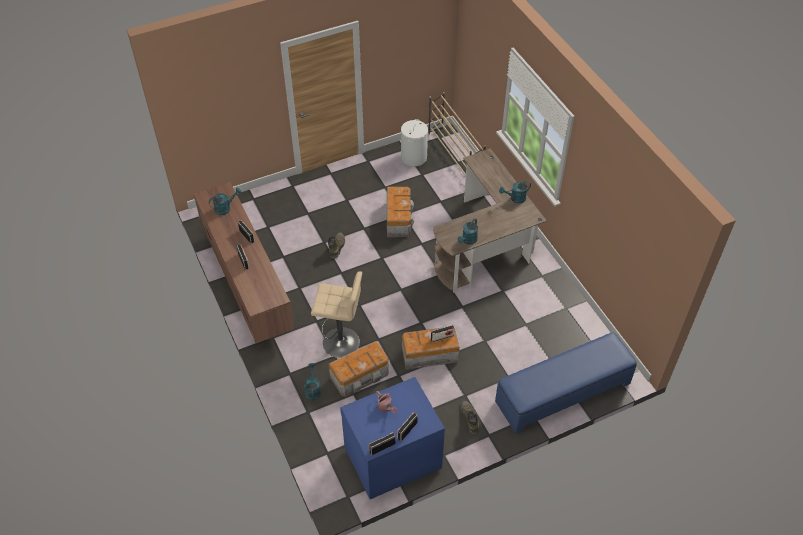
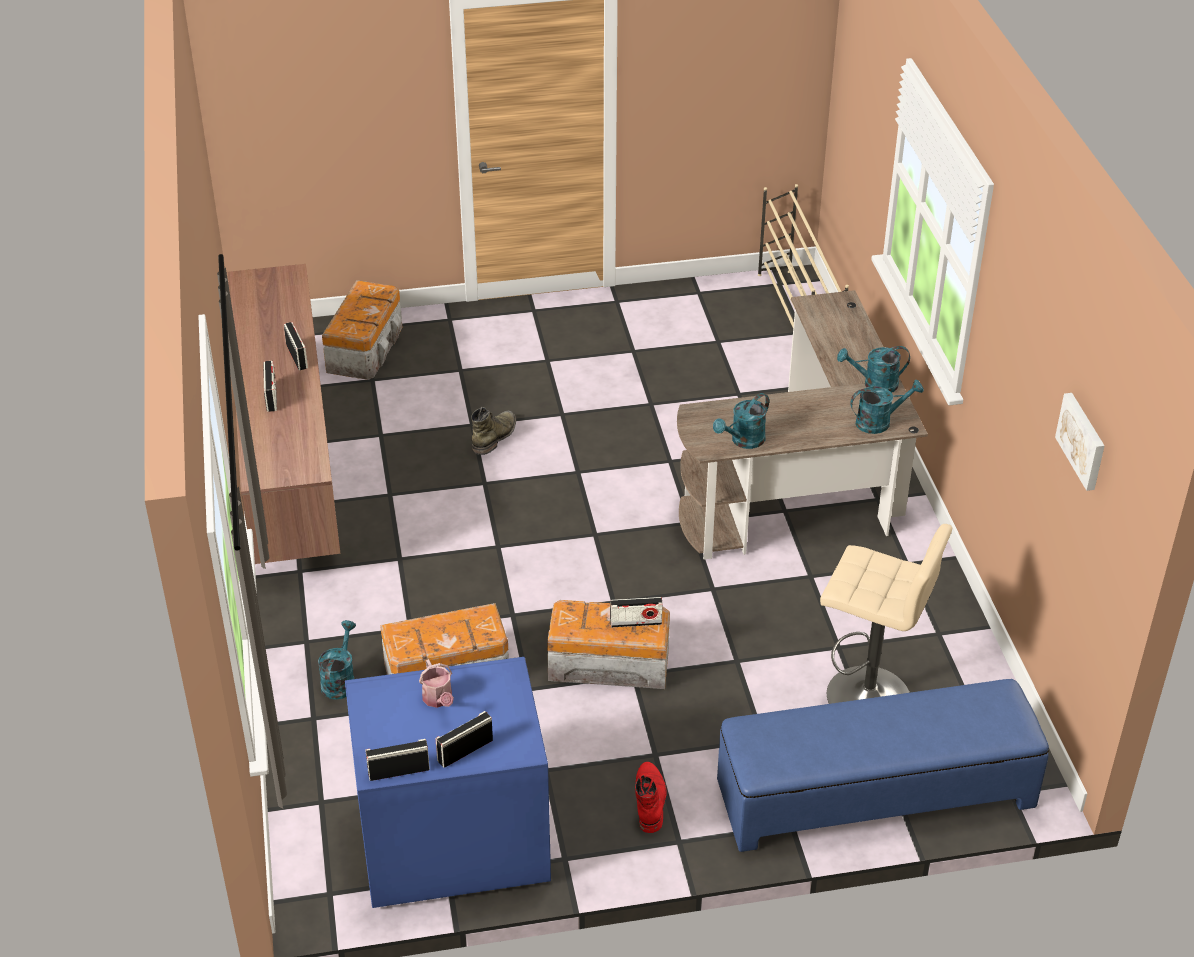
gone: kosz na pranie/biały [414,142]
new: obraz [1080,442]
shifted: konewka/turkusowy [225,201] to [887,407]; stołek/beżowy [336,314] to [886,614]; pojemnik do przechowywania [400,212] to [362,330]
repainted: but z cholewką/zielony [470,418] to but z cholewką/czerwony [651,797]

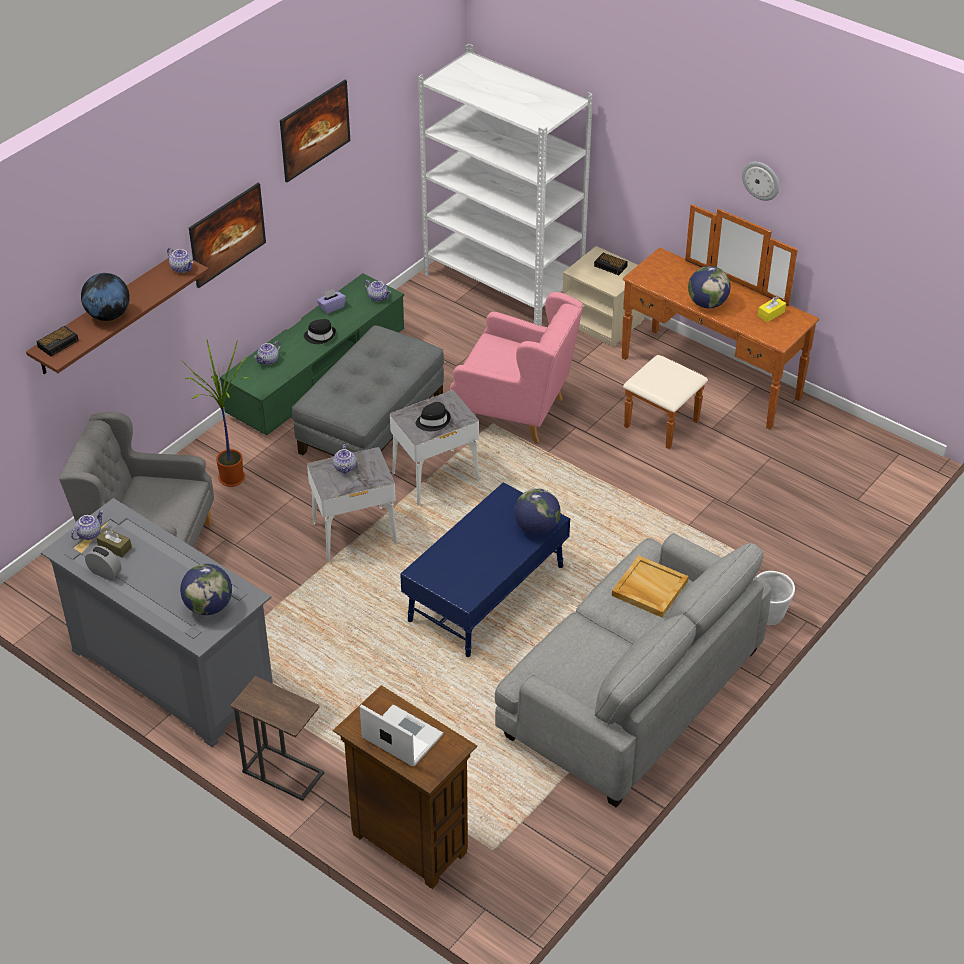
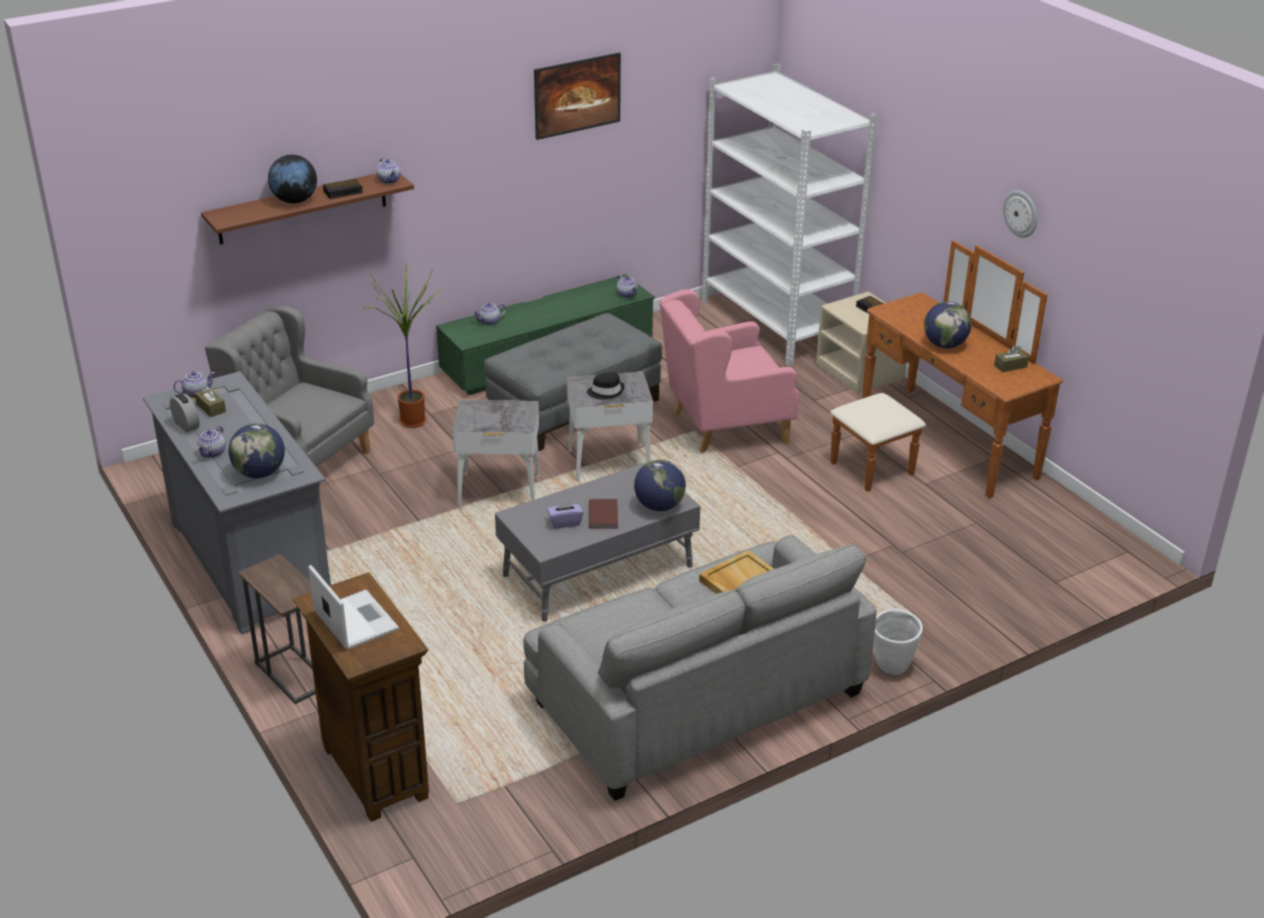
gone: obraz [227,235]; kapelusz/czarny [320,331]
new: książka/brązowy [603,514]
shifted: budzik [58,341] to [343,189]; pudełko chusteczek/fioletowy [331,301] to [565,514]; imbryk [344,459] to [211,441]
repainted: ława/niebieski [485,569] to ława/szary [598,541]; pudełko chusteczek/żółty [772,309] to pudełko chusteczek/brązowy [1011,358]
rotated: fotel/różowy [516,368] = [729,371] 120 degrees clockwise

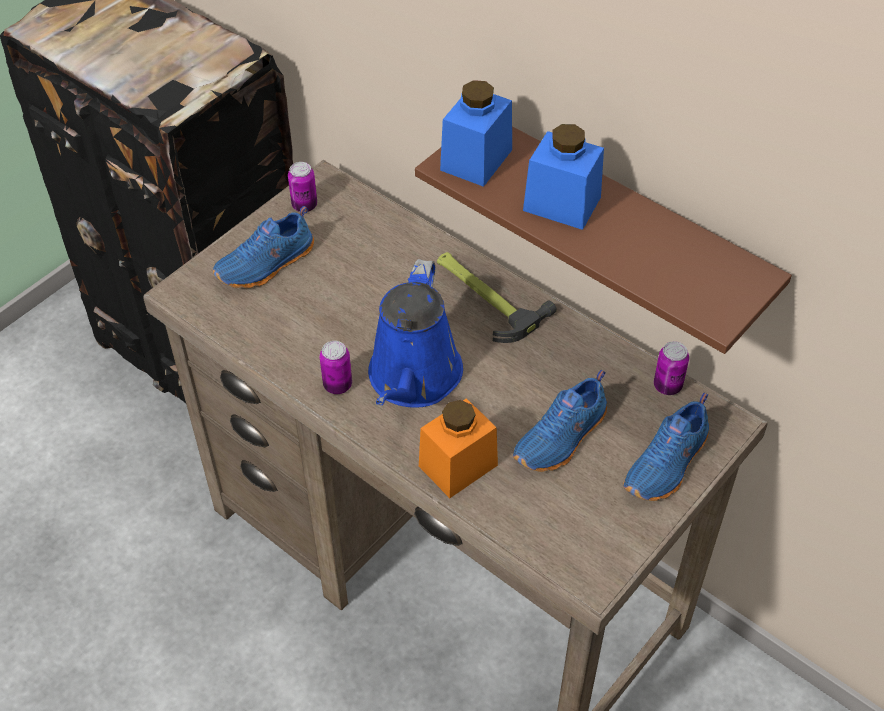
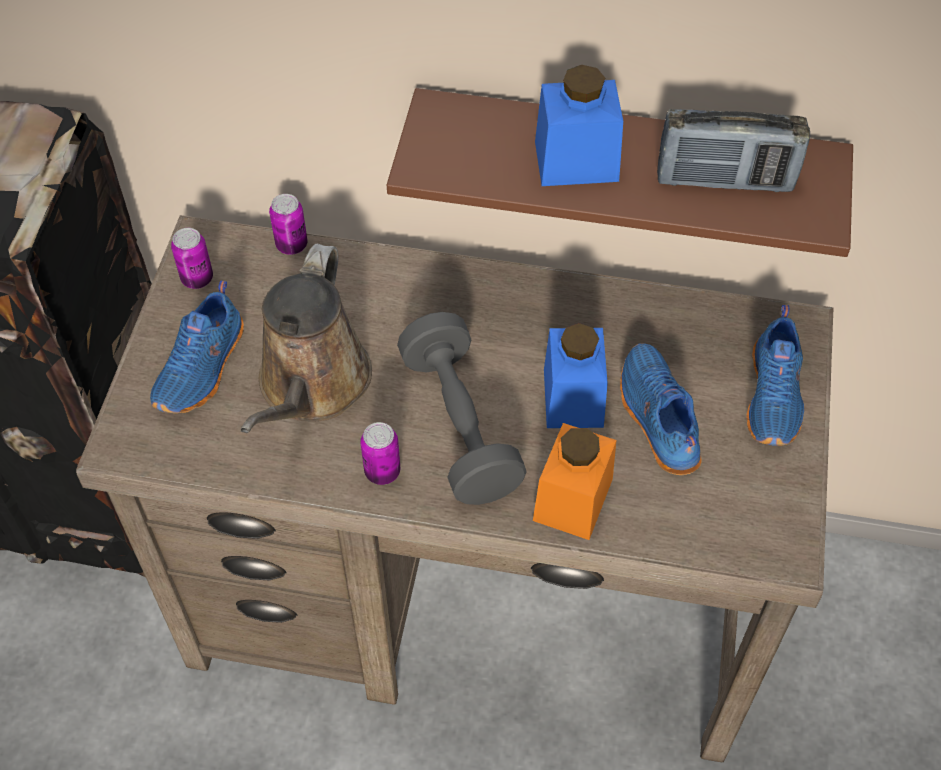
gone: młotek [497,297]
new: konewka/brązowy [306,338]; radio [733,150]
shifted: słoik/niebieski [476,133] to [576,375]; puszka [671,368] to [288,224]
swapped: konewka/niebieski [415,333] to hantel/szary [462,408]
rotated: but/niebieski [560,421] = [661,409] 150 degrees clockwise

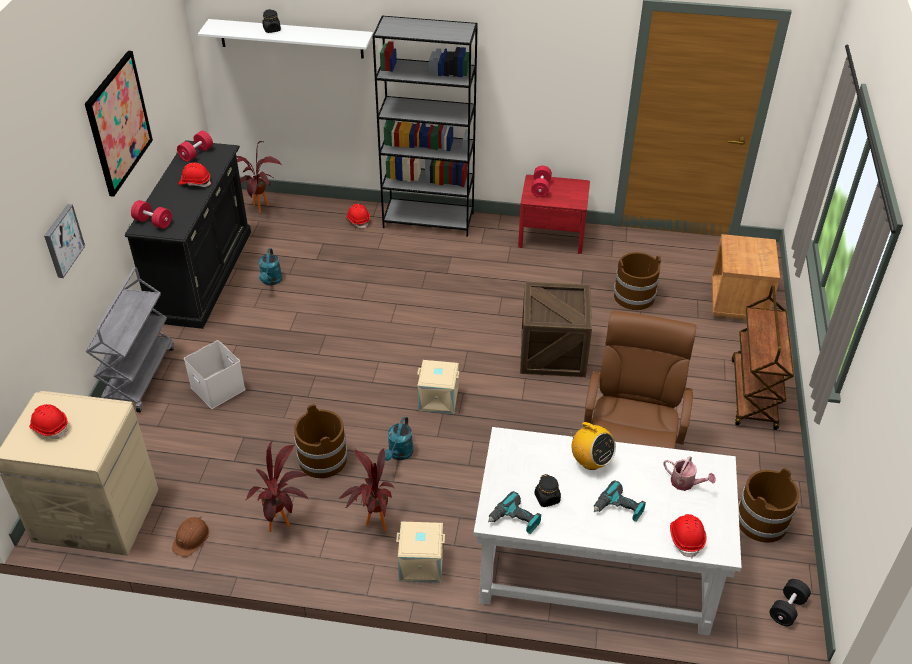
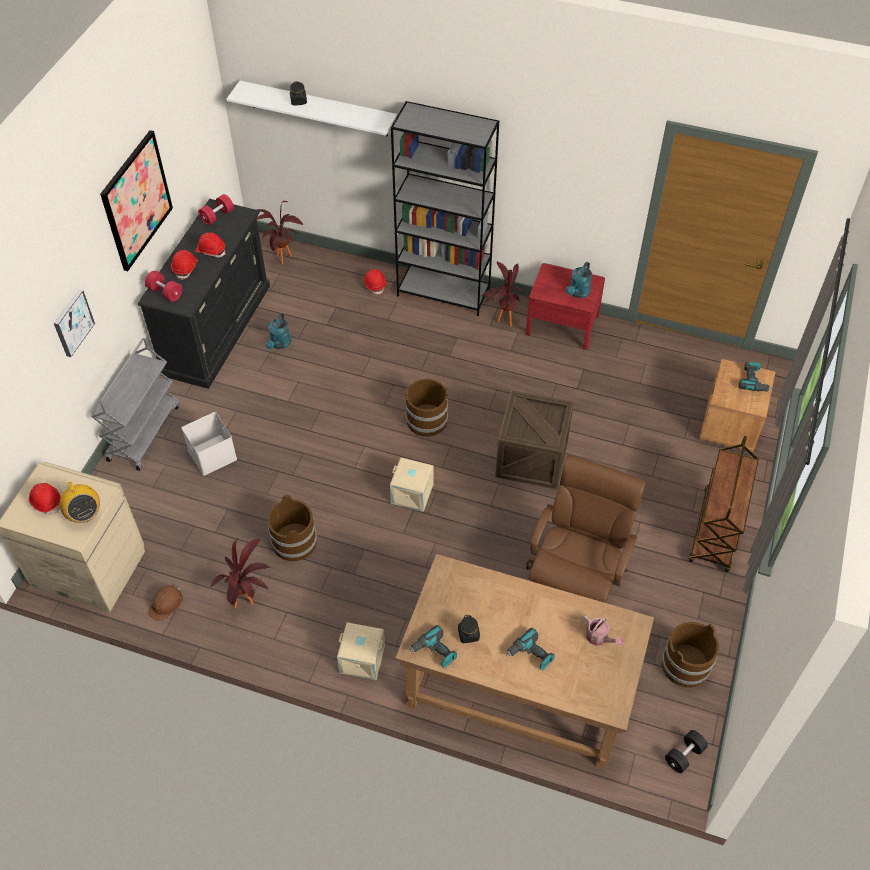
gone: hantel/czerwony [541,181]
new: wiertarka [755,377]
shifted: roślina doniczkowa [366,490] to [502,294]; konewka/turkusowy [398,439] to [579,280]; radio [593,446] to [79,502]; wiadro/brązowy [637,281] to [426,408]; kask/czerwony [688,536] to [184,265]
repainted: biurko/biały [607,531] to biurko/brązowy [524,661]

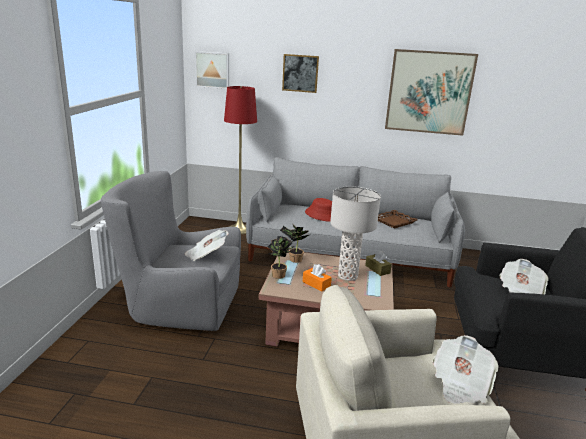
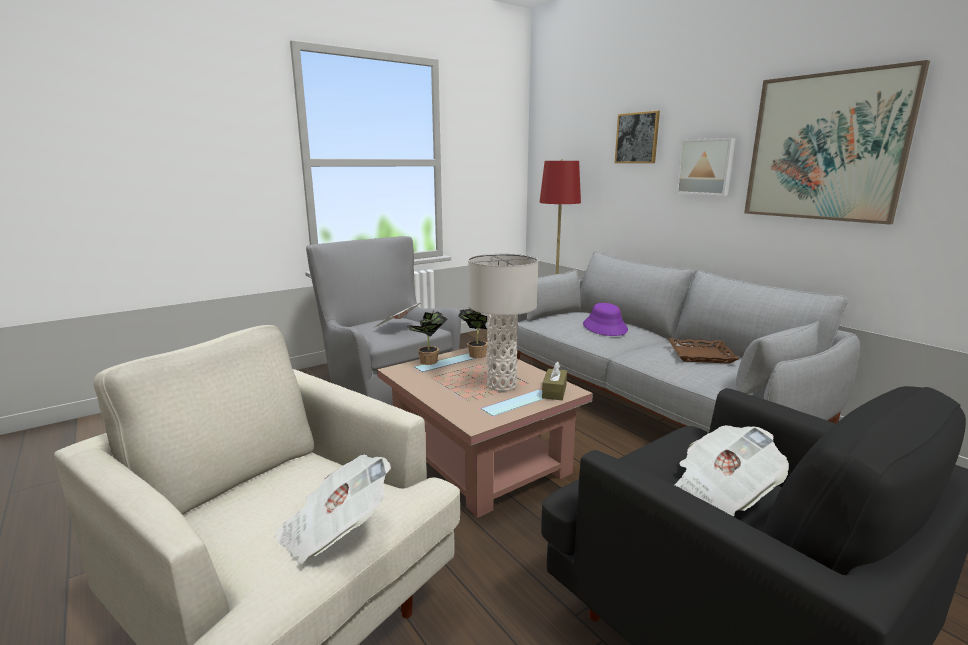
gone: pudełko chusteczek/pomarańczowy [317,278]
shifted: obraz [212,70] to [705,167]
repainted: kapelusz/czerwony [318,210] to kapelusz/fioletowy [605,319]

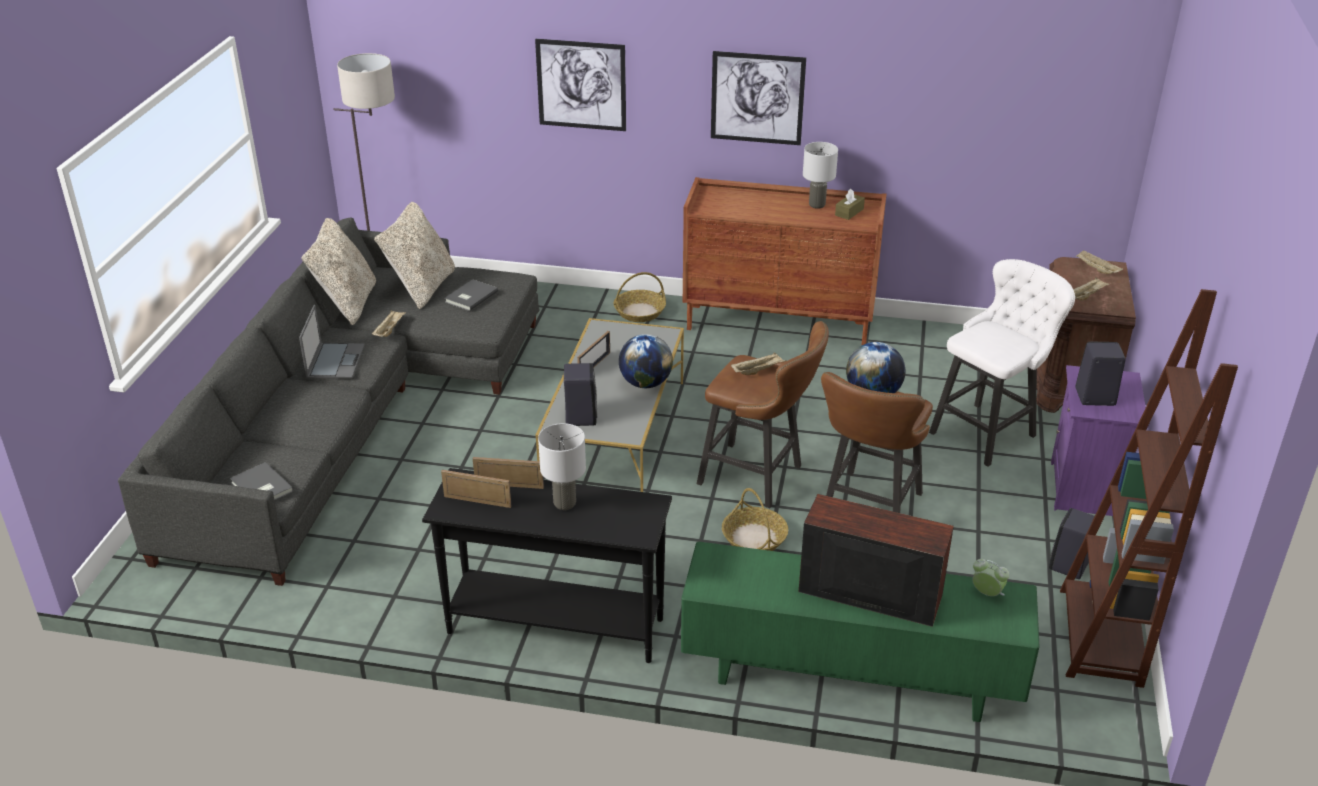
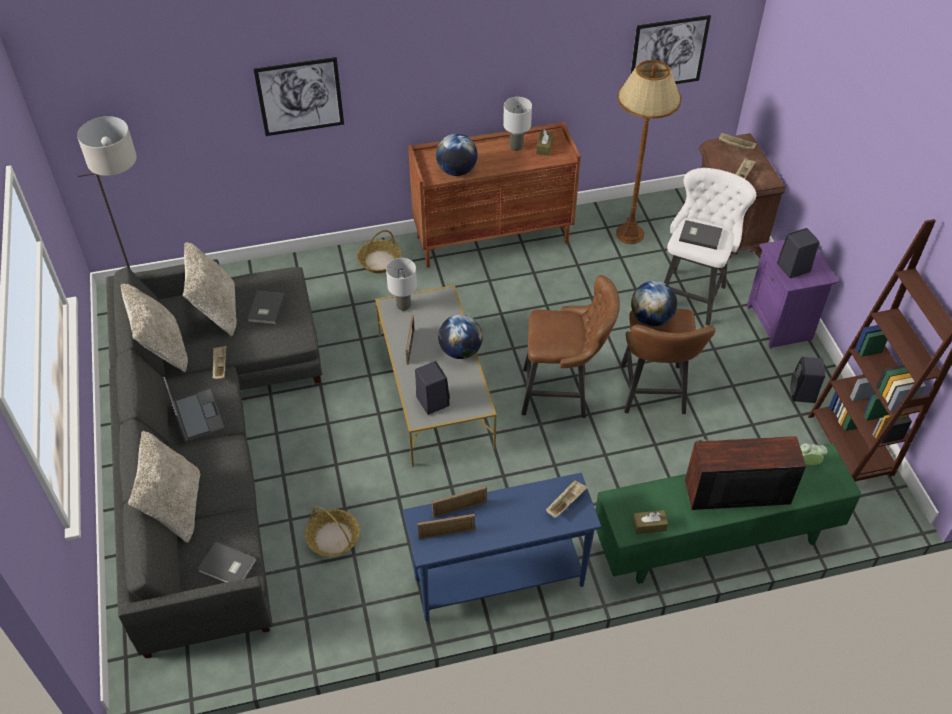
new: poduszka/beżowy [164,487]; globus [457,155]; lampa stojąca/brązowy [648,152]; pudełko chusteczek/brązowy [650,522]; książka/szary [701,235]
shifted: lampa stołowa/biały [562,466] to [401,284]; obraz [758,98] to [670,49]; koszyk [755,519] to [332,531]; taca/beżowy [758,363] to [567,499]
repainted: stolik konsolowy/czarny [547,565] to stolik konsolowy/niebieski [502,547]

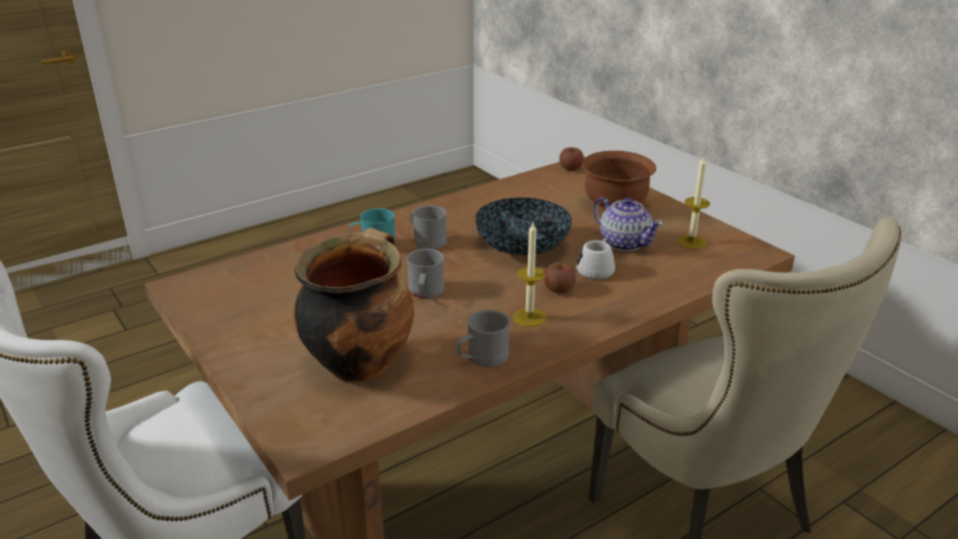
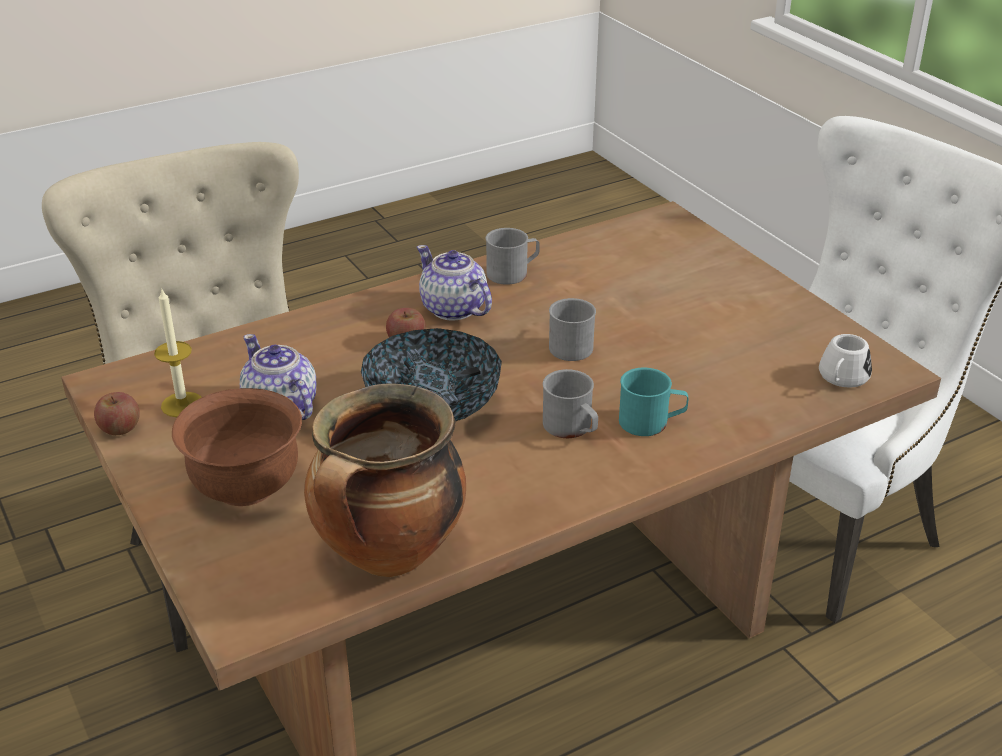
shifted: garnek [354,305] to [385,480]; jabłko [571,159] to [117,413]; kubek/biały [595,258] to [845,361]
swapped: świeca [529,275] to imbryk [454,283]

